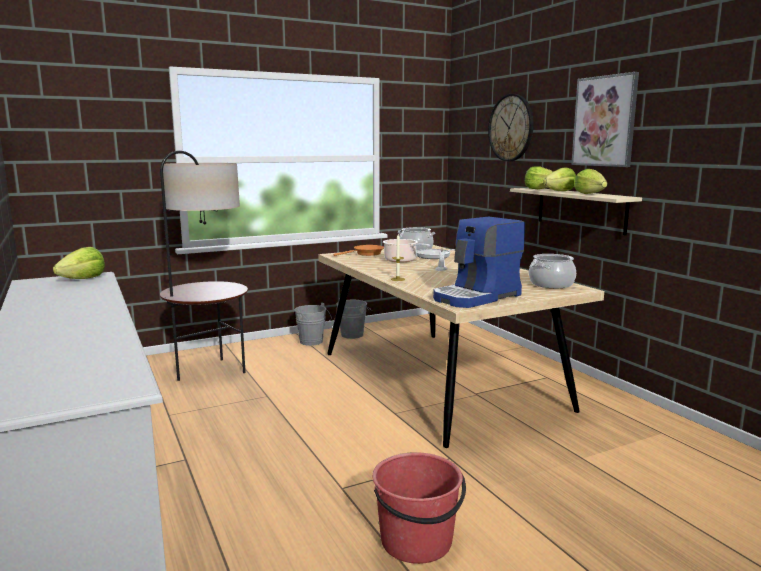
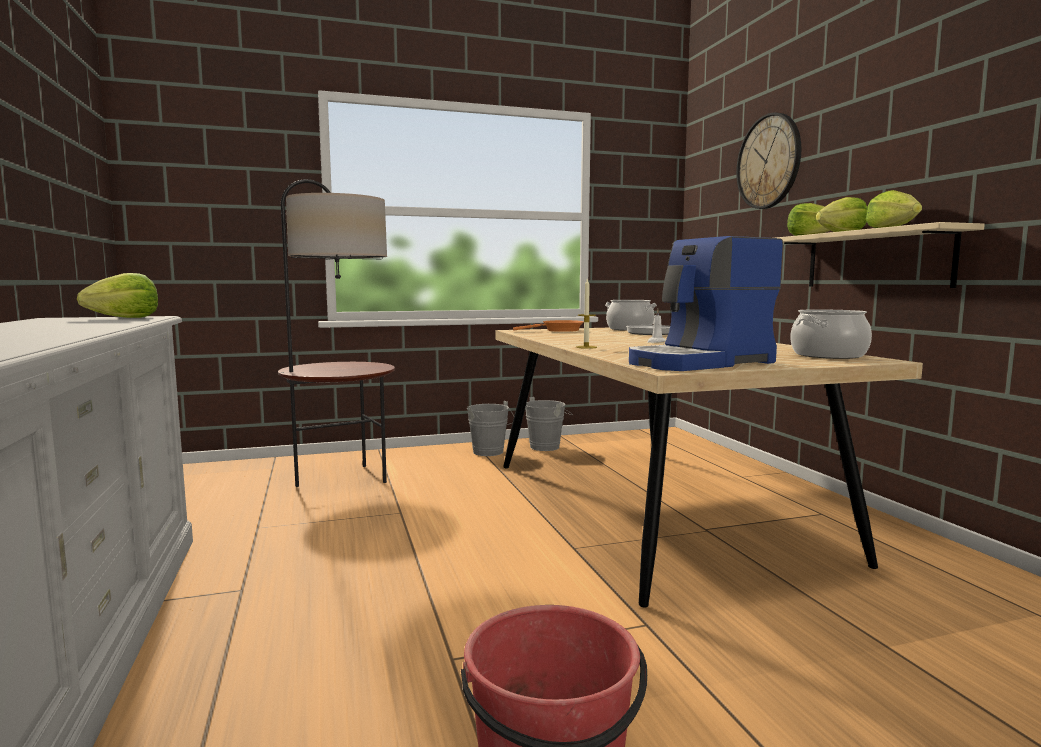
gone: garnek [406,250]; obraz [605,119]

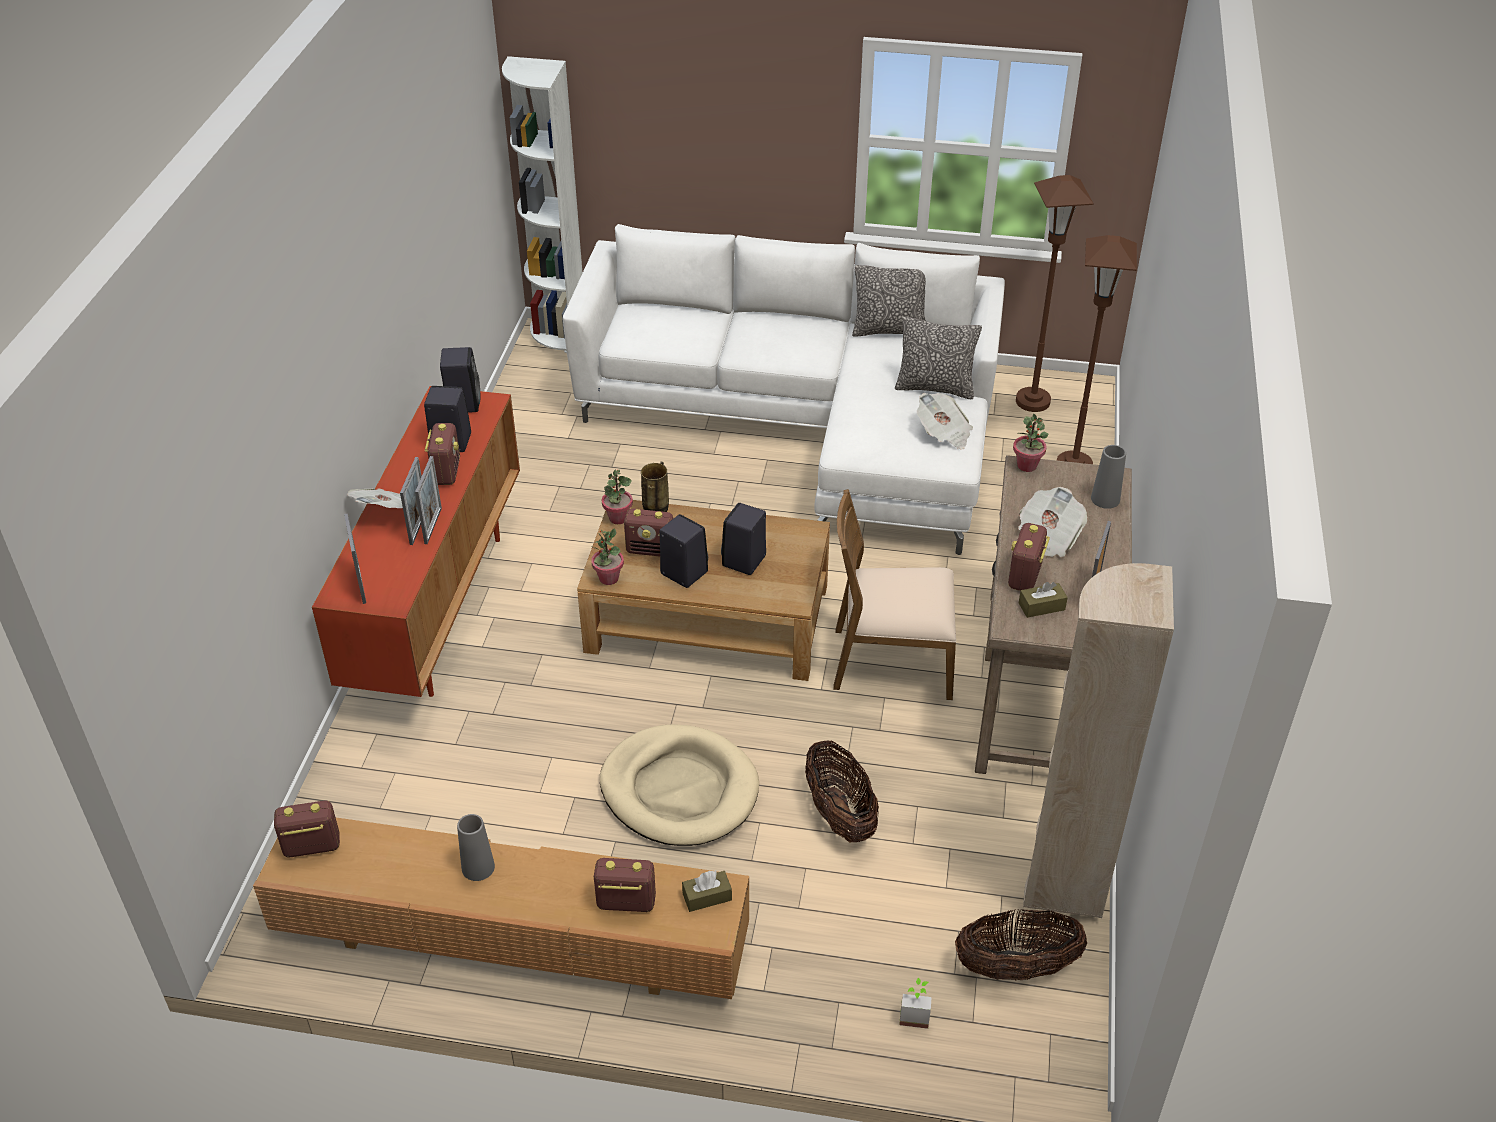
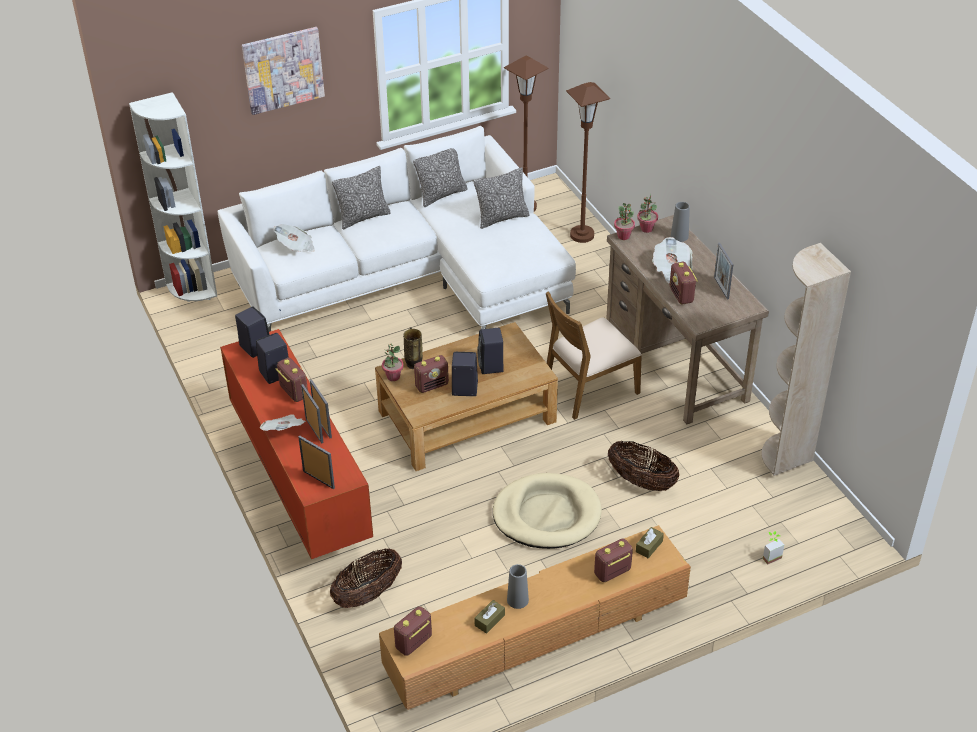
new: obraz [283,71]; poduszka [361,197]
shifted: roślina doniczkowa [607,557] to [647,213]; gazeta [945,421] to [294,238]; koszyk [1021,945] to [366,578]; pudełko chusteczek/brązowy [1043,600] to [489,617]

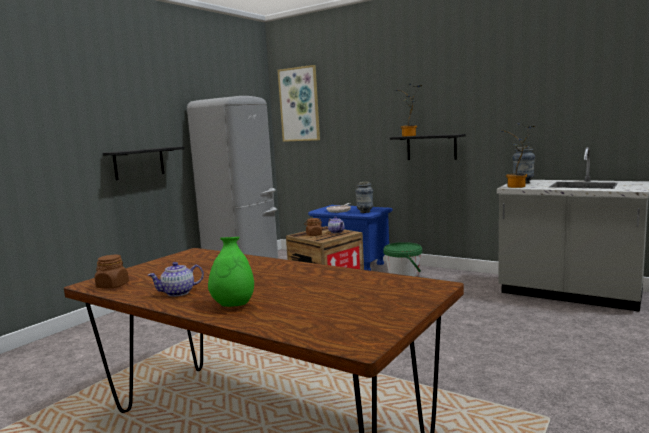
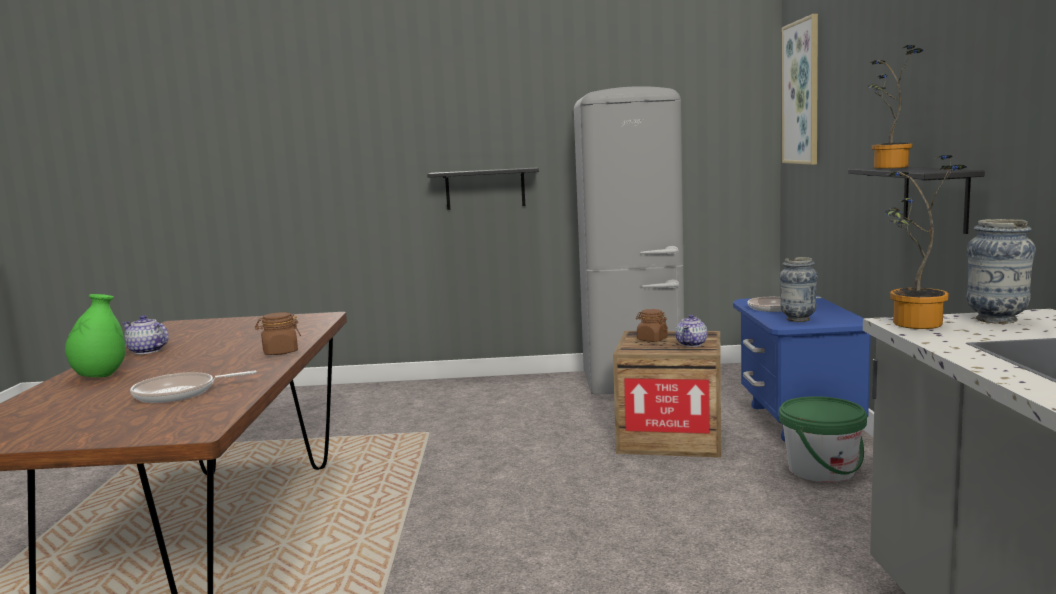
new: patelnia [193,387]
shifted: słoik/brązowy [112,272] to [278,333]

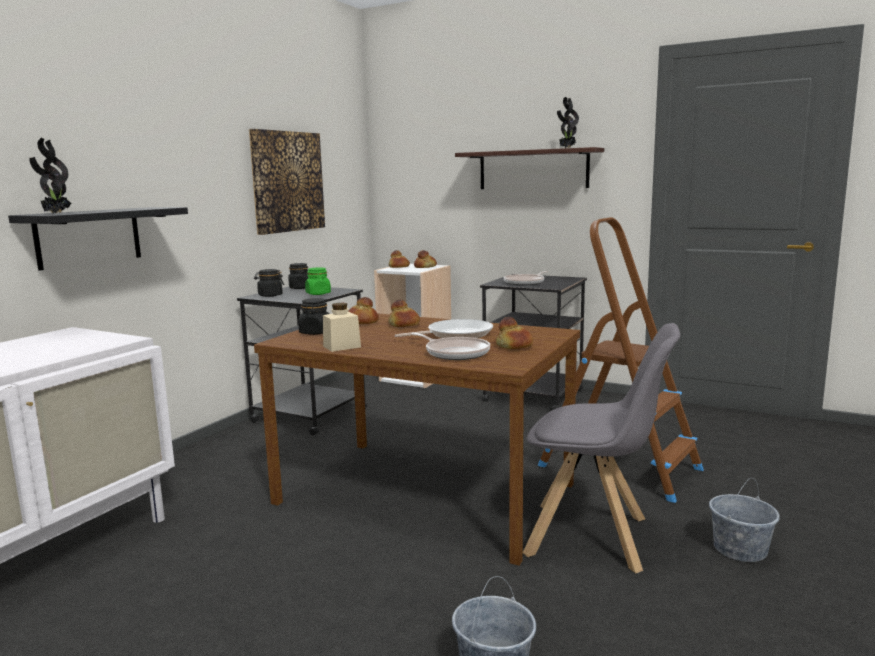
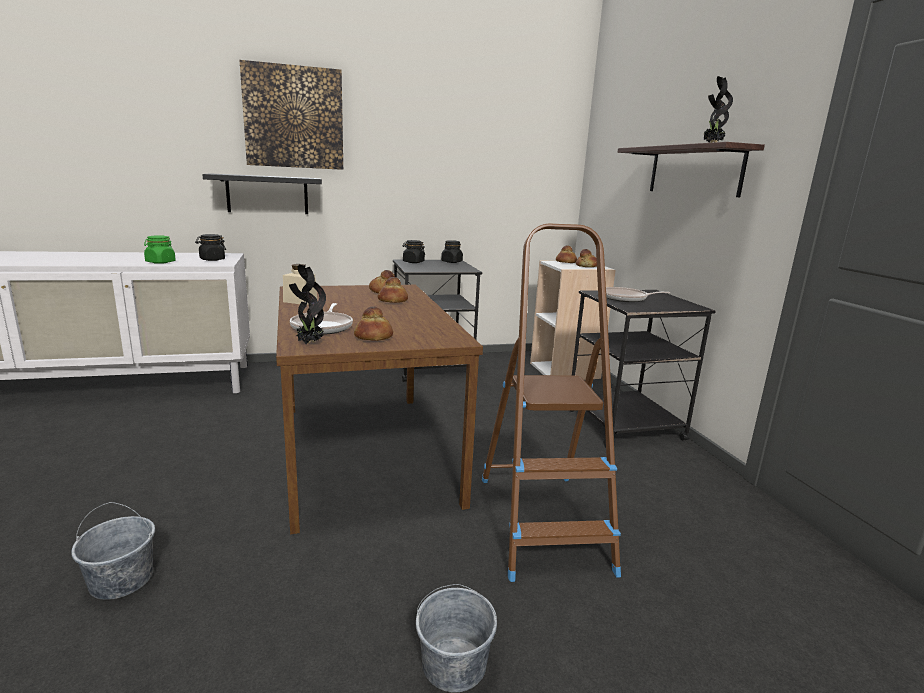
gone: patelnia [444,328]; krzesło/szary [601,448]
shifted: roślina doniczkowa [50,175] to [307,304]; obraz [287,182] to [291,115]; słoik/czarny [314,316] to [210,247]; słoik/zielony [318,281] to [160,249]

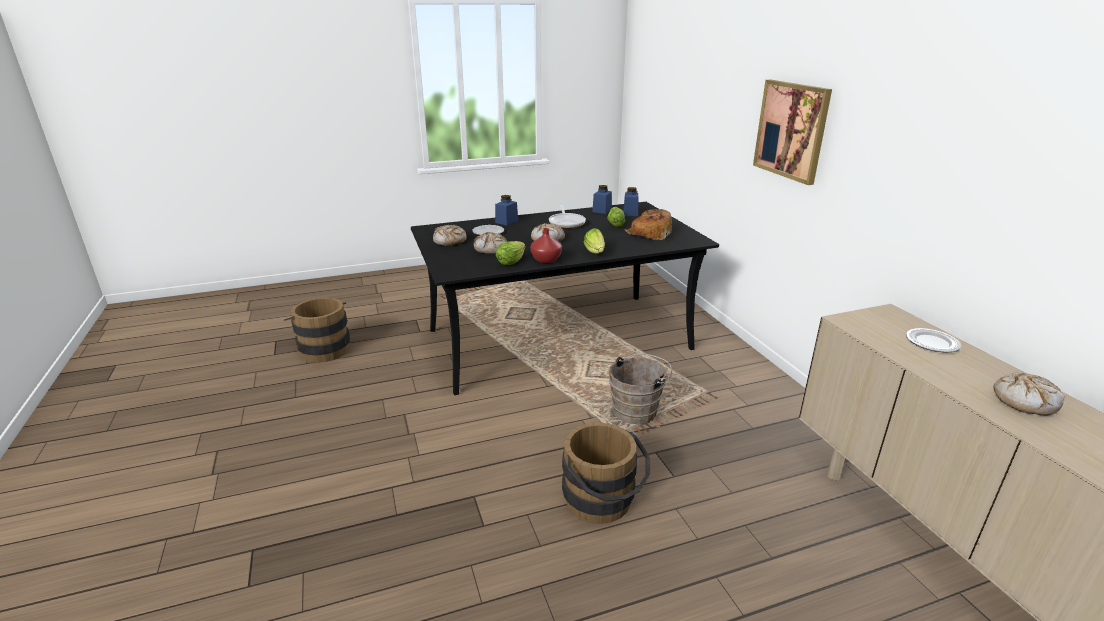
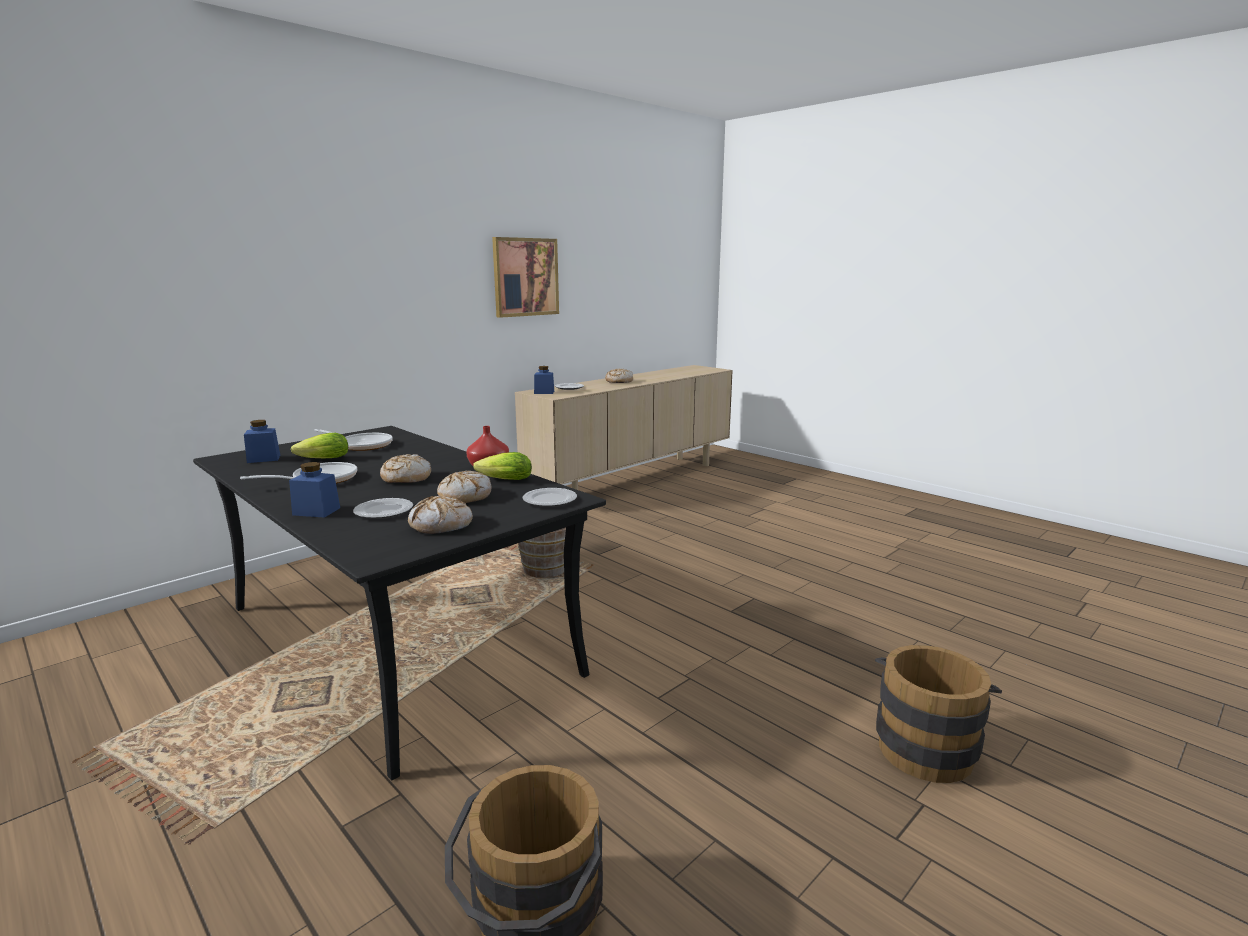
gone: sałata [594,240]
new: talerz [550,497]
shifted: wiadro/brązowy [606,473] to [938,714]; słoik/niebieski [602,199] to [544,380]; obraz [792,132] to [525,277]
swapped: chleb [648,224] to patelnia [353,440]

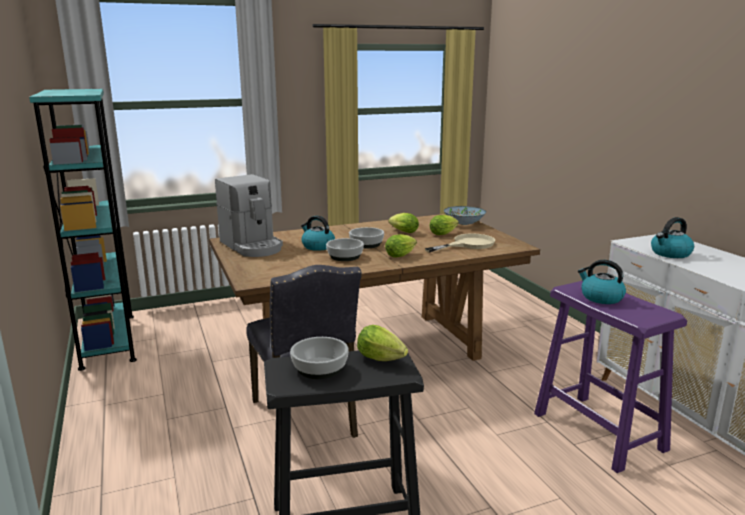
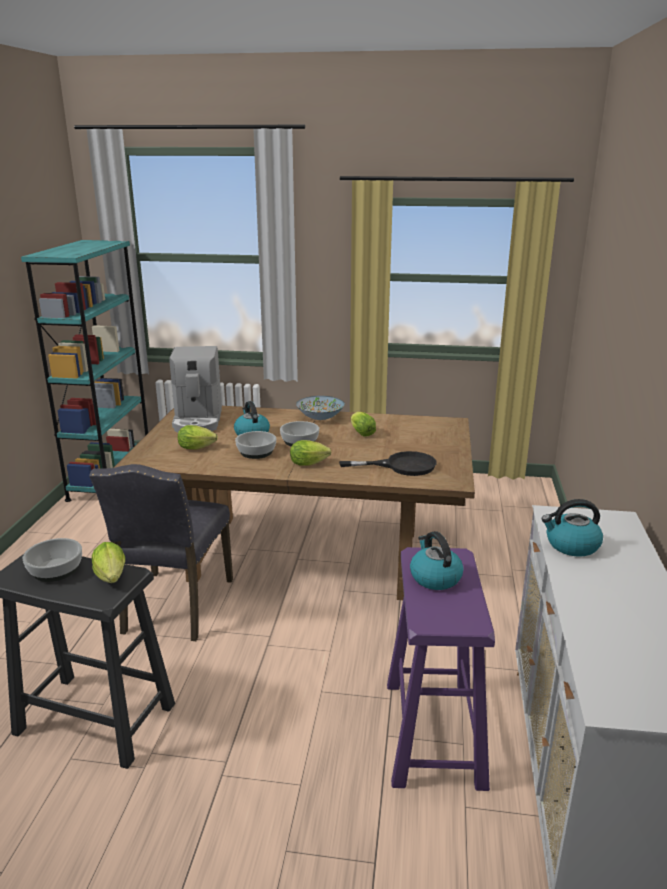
shifted: sałata [444,225] to [198,437]; miska [465,215] to [320,408]
repainted: patelnia/beżowy [460,243] to patelnia/czarny [387,463]

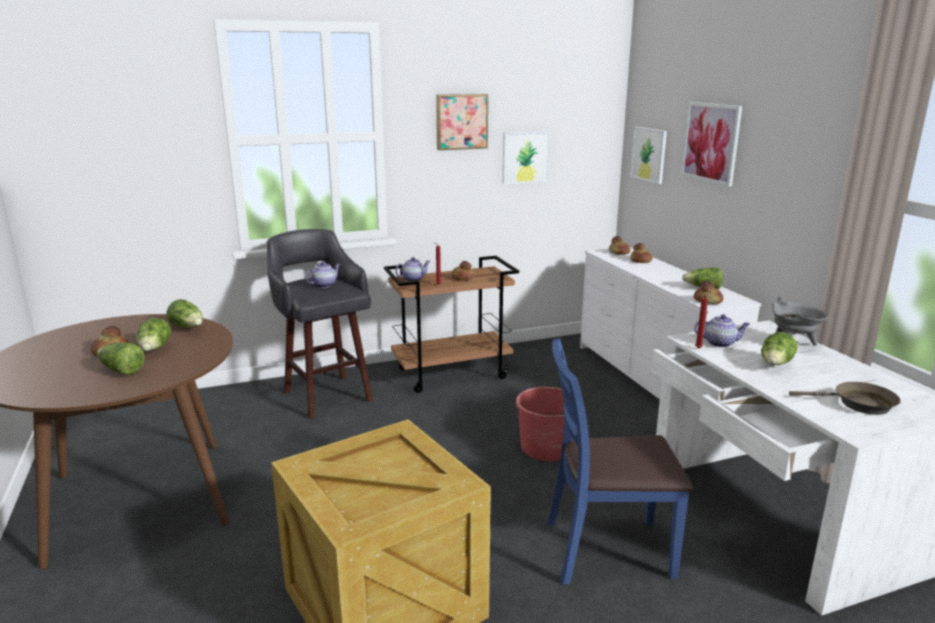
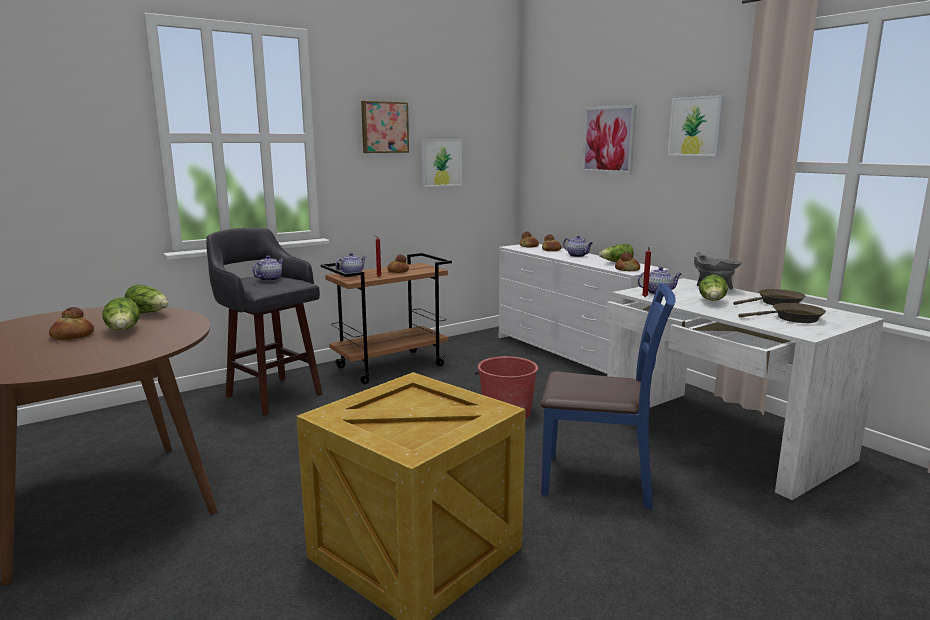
gone: sałata [121,358]
new: imbryk [578,246]; patelnia/brązowy [769,297]
shifted: obraz [648,155] to [696,126]
rotated: krzesło/niebieski [620,461] = [608,396] 150 degrees counterclockwise

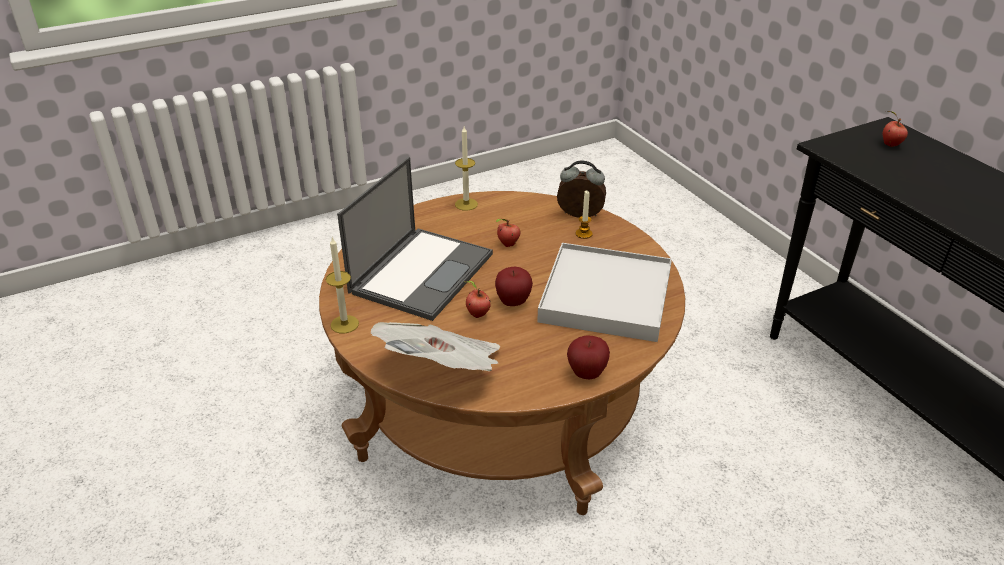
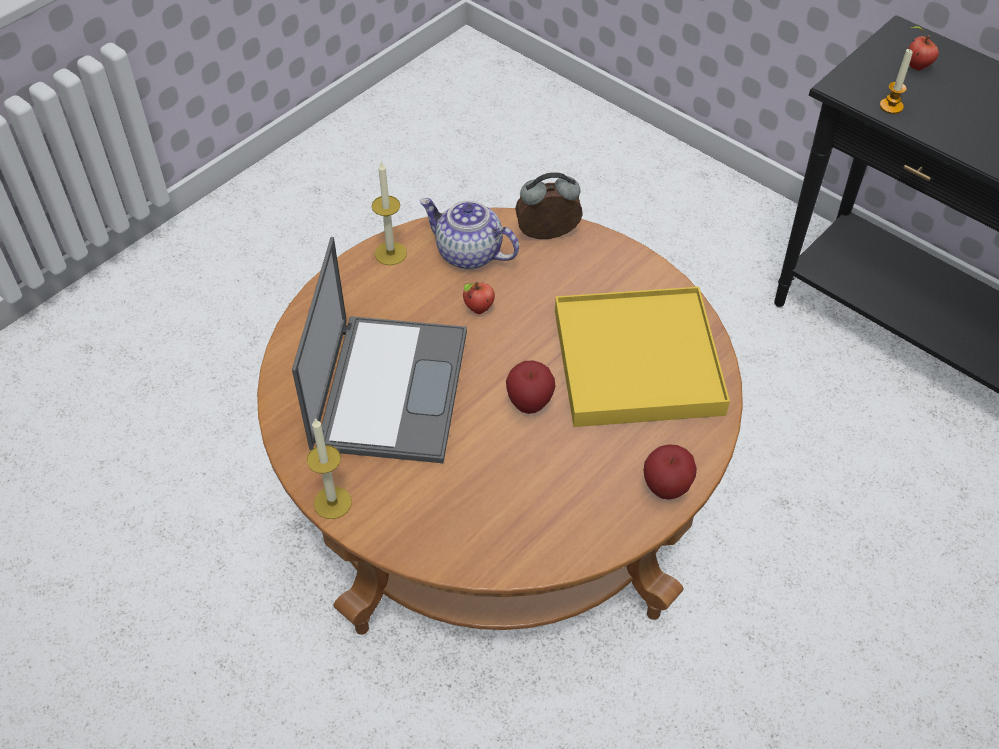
gone: gazeta [435,346]; jabłko [478,299]
new: imbryk [469,234]
shifted: świeca [584,215] to [896,81]
repainted: taca/biały [604,292] to taca/żółty [642,357]

